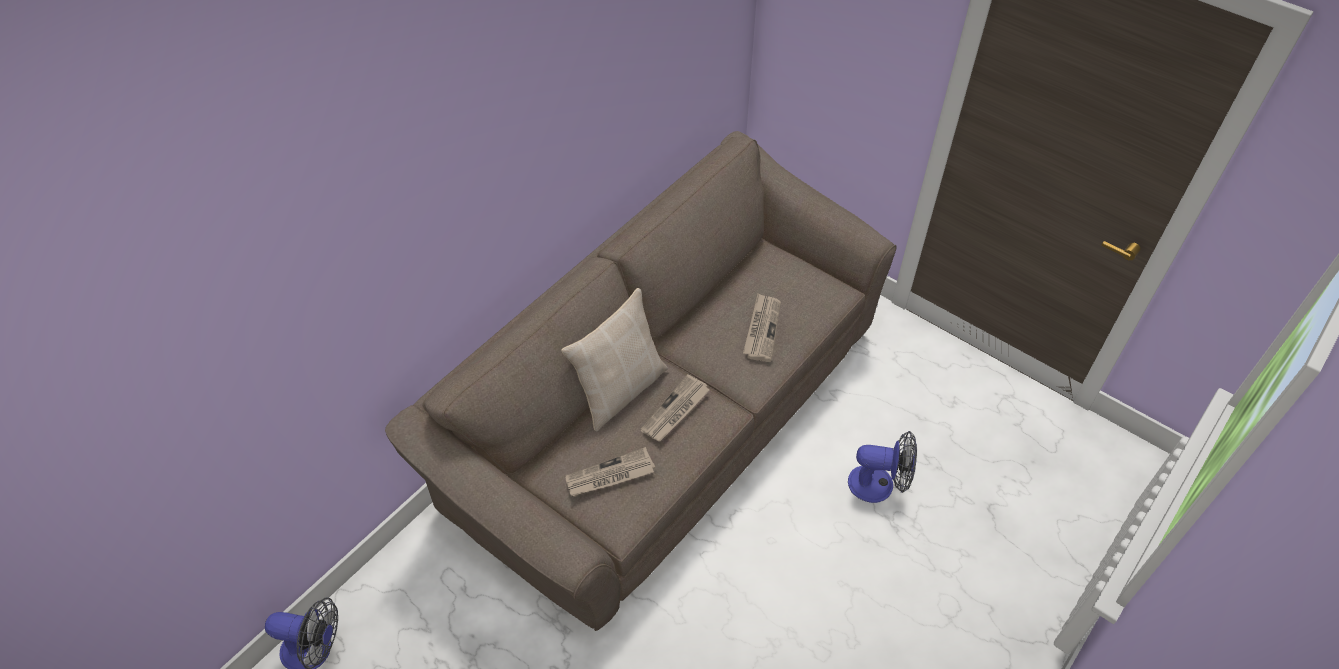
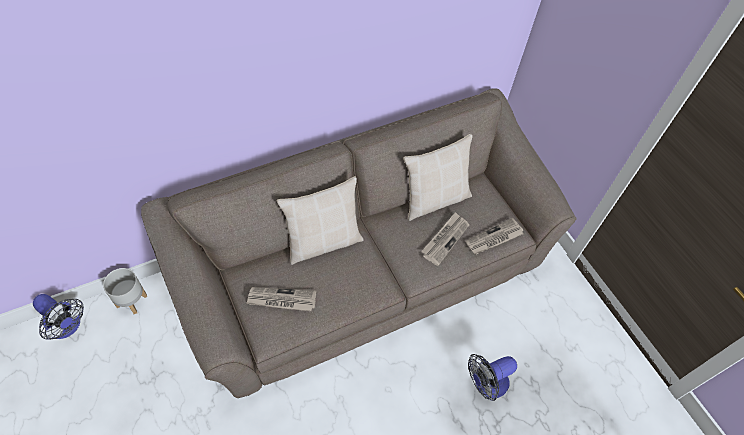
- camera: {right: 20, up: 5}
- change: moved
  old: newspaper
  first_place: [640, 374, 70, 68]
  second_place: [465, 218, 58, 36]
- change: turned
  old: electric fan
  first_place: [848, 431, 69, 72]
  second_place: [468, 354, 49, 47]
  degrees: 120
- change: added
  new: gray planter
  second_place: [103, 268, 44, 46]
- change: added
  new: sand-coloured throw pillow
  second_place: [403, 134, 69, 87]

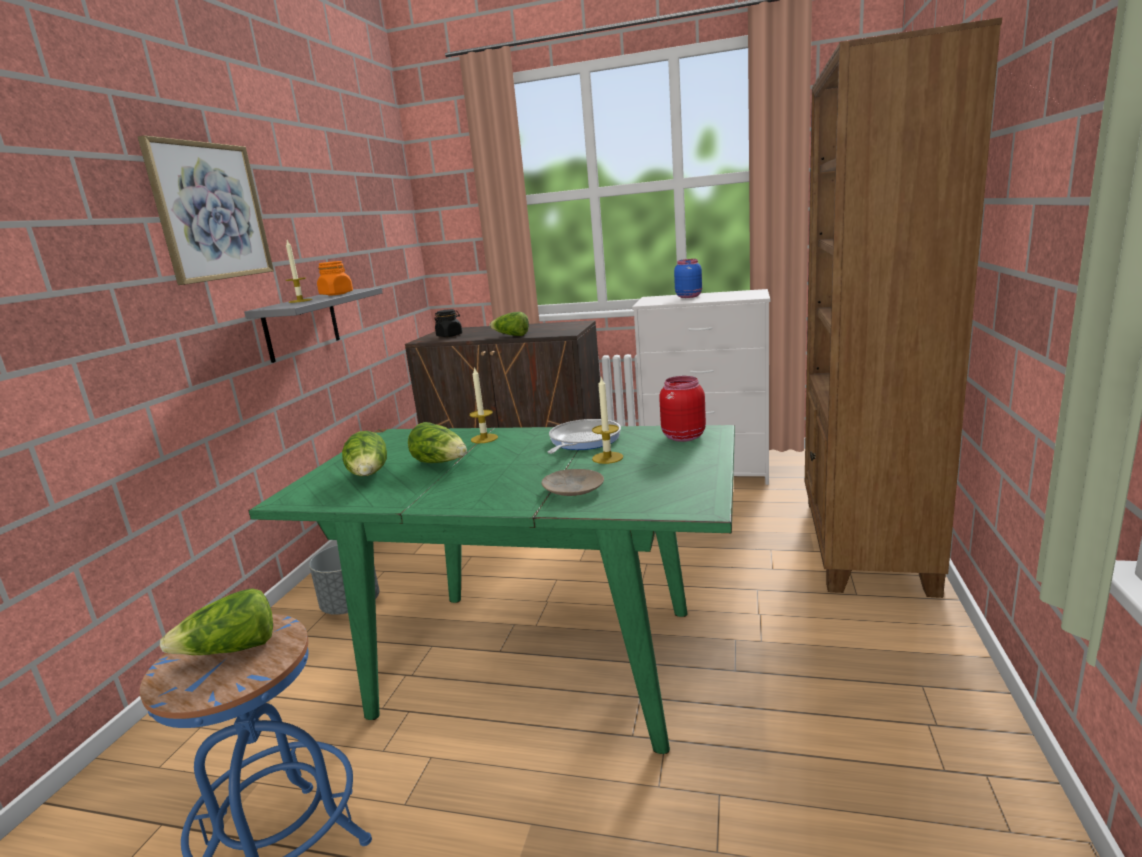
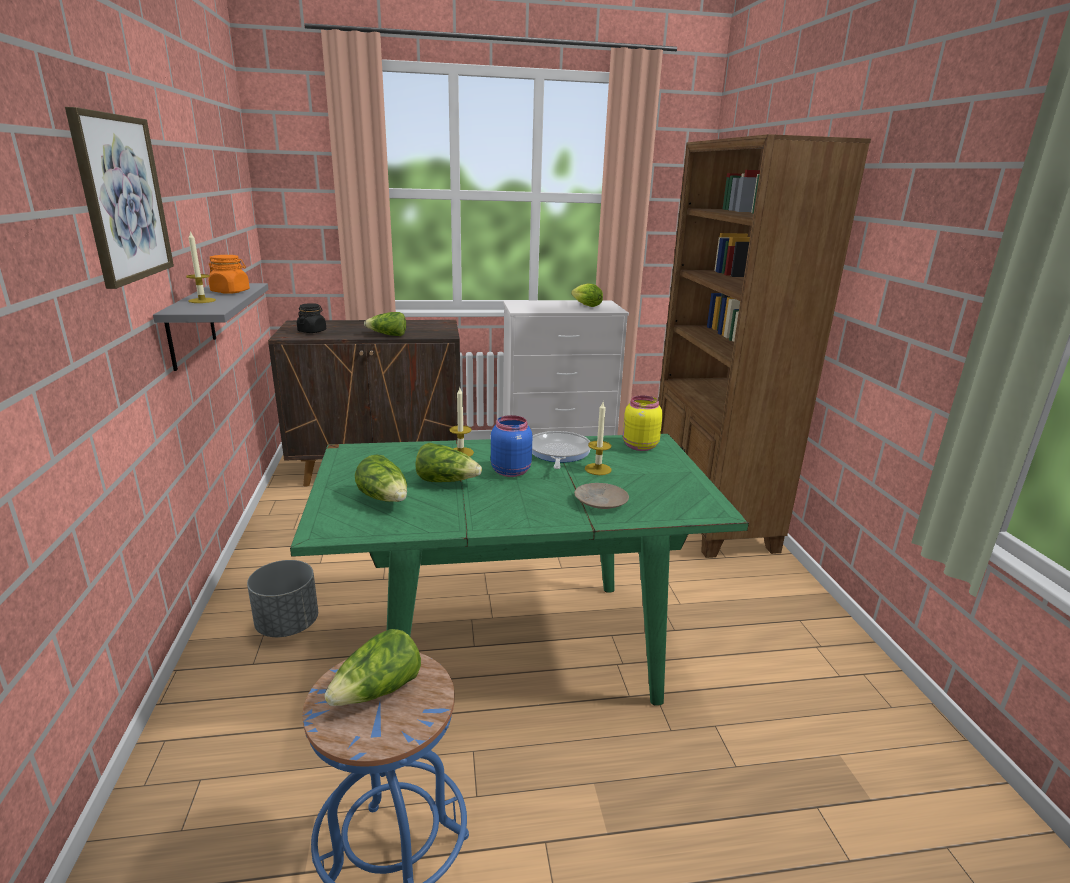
- camera: {right: -25, up: 5}
- change: recoloured
  old: reddish preserve jar
  new: yellowish preserve jar
  first_place: [659, 376, 47, 66]
  second_place: [623, 395, 40, 56]
- change: moved
  old: bluish preserve jar
  first_place: [674, 259, 28, 39]
  second_place: [491, 415, 41, 62]
- change: added
  new: head of lettuce
  second_place: [571, 283, 32, 24]

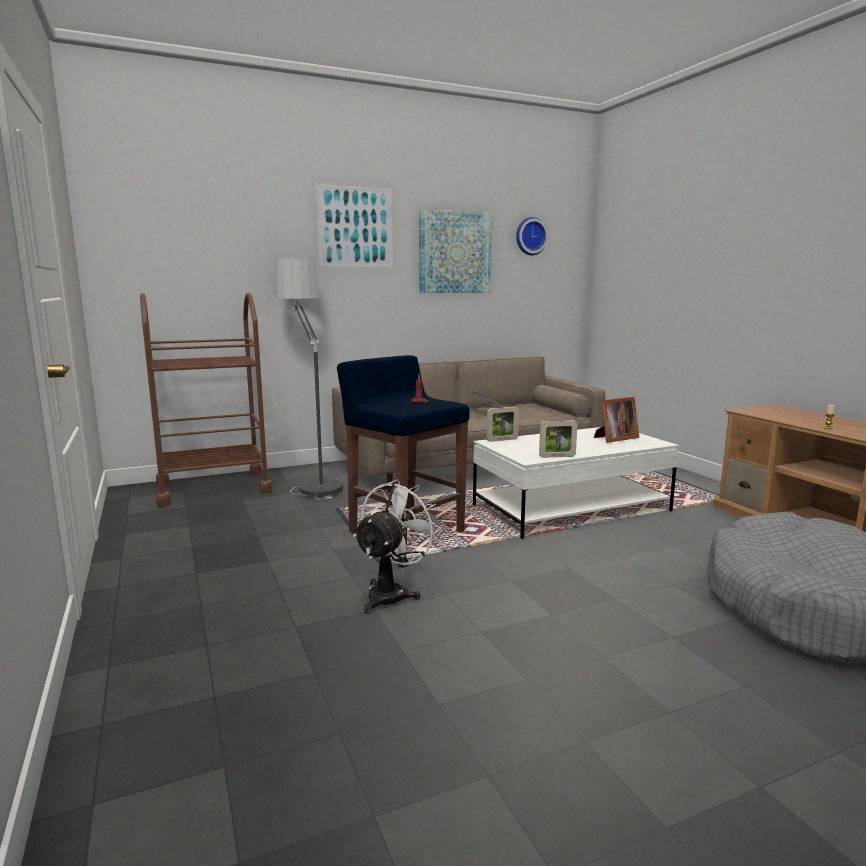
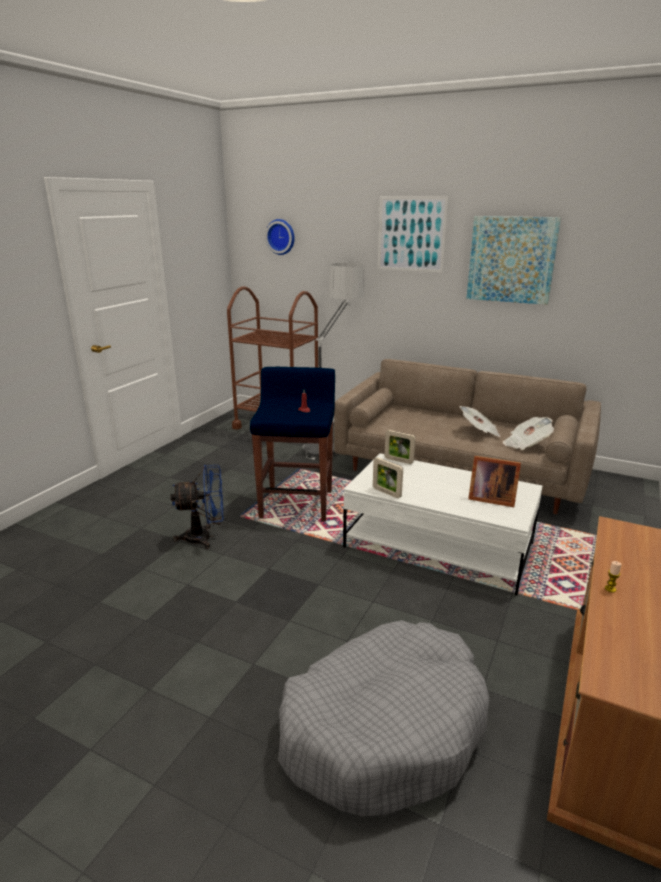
- camera: {right: 50, up: 10}
- change: recoloured
  old: white electric fan
  new: bluish electric fan
  first_place: [353, 480, 88, 134]
  second_place: [170, 465, 54, 84]
- change: moved
  old: clock on the wall
  first_place: [516, 217, 32, 38]
  second_place: [265, 219, 30, 36]
- change: added
  new: newspaper
  second_place: [503, 417, 51, 33]

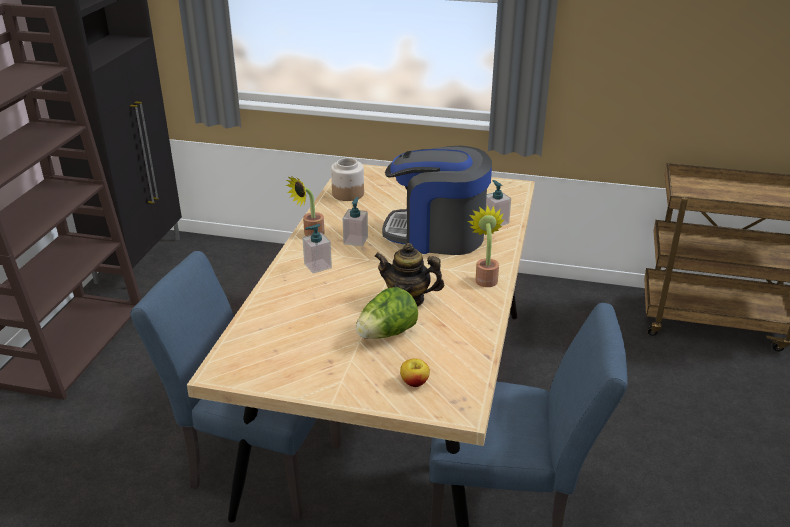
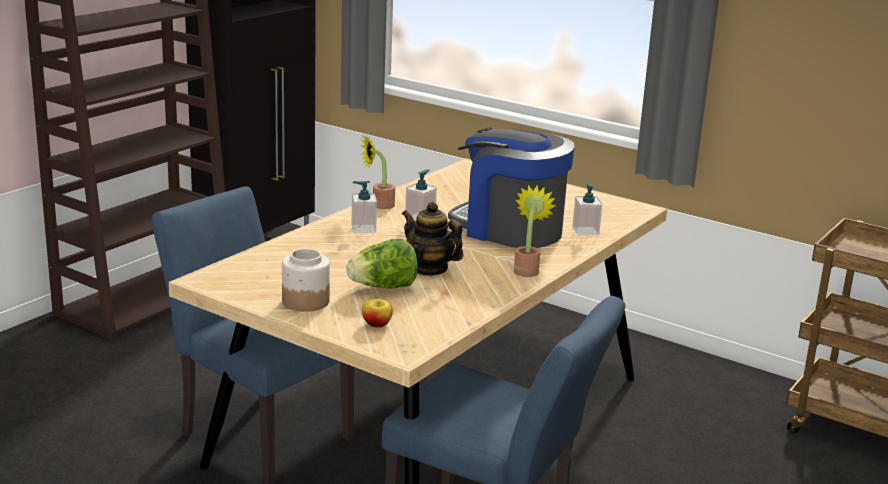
- camera: {right: 20, up: -10}
- change: moved
  old: preserve jar
  first_place: [331, 158, 33, 43]
  second_place: [282, 249, 48, 63]

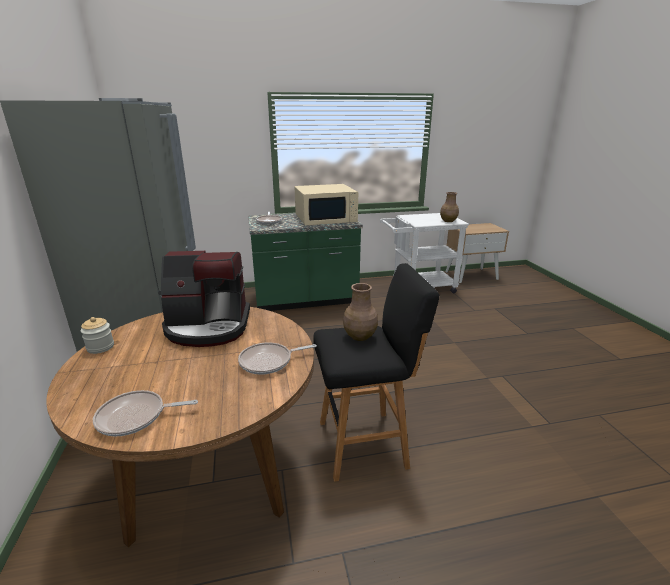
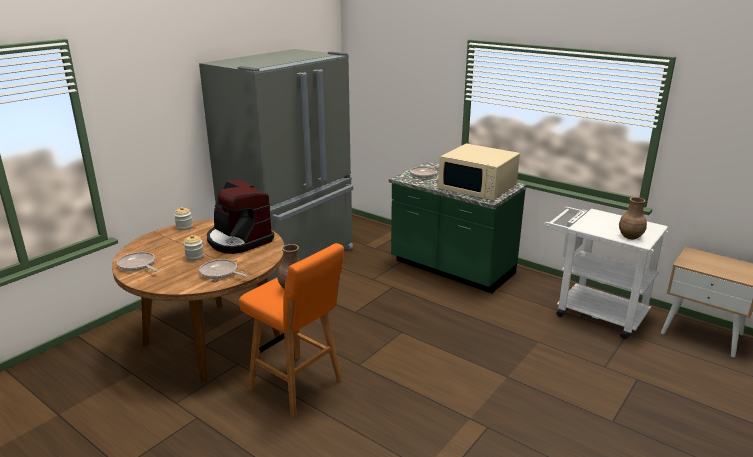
- camera: {right: 50, up: 0}
- change: recoloured
  old: black sitting stool
  new: orange sitting stool
  first_place: [313, 263, 126, 219]
  second_place: [239, 243, 105, 174]
- change: added
  new: preserve jar
  second_place: [184, 235, 20, 26]

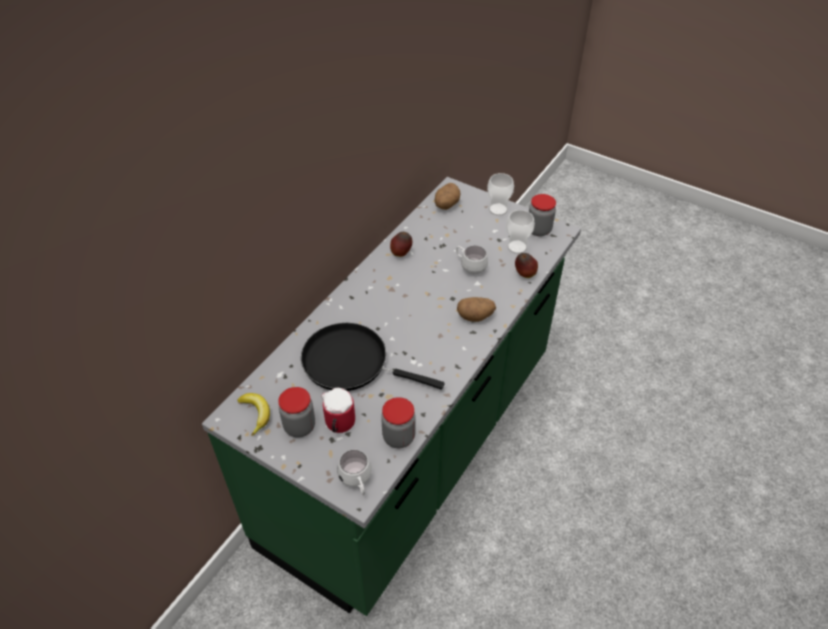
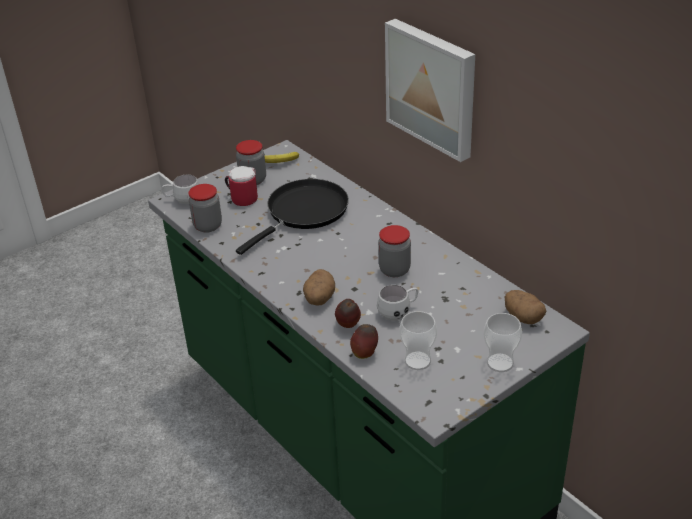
- camera: {right: 110, up: -10}
- change: moved
  old: apple
  first_place: [390, 232, 22, 25]
  second_place: [335, 299, 26, 29]
- change: moved
  old: preserve jar
  first_place: [529, 194, 27, 42]
  second_place: [378, 225, 33, 52]
- change: added
  new: picture
  second_place: [385, 19, 90, 143]

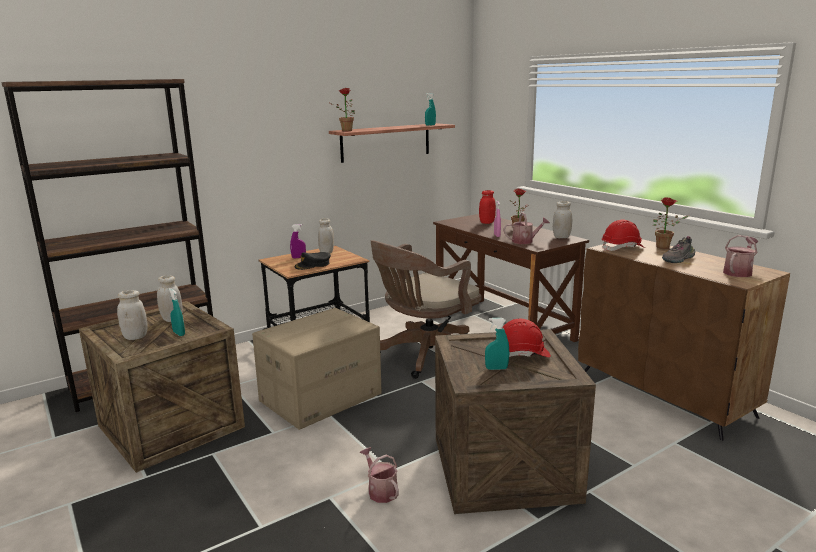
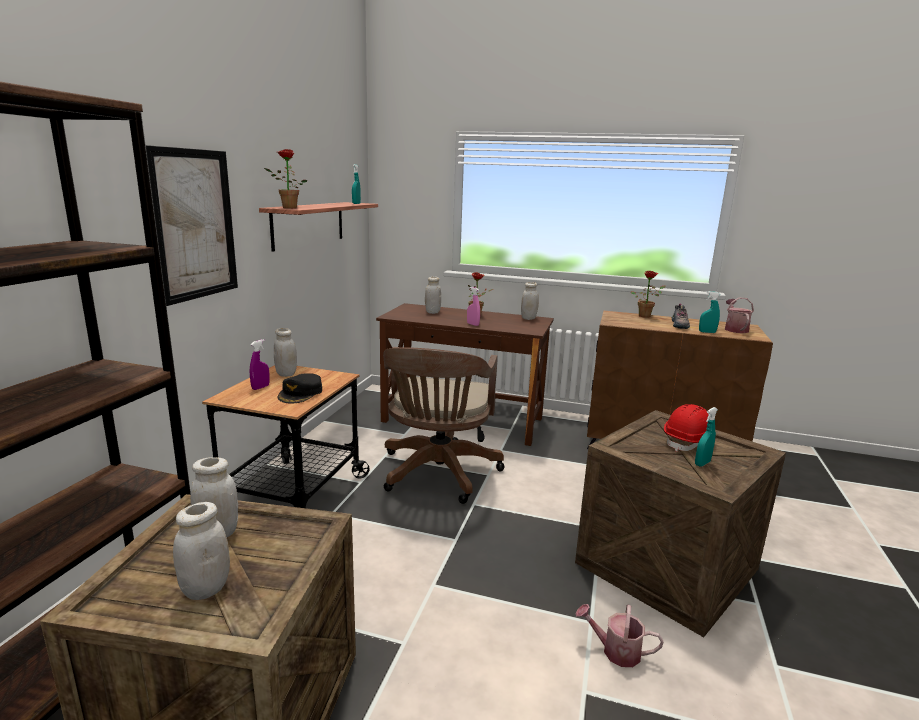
- camera: {right: -40, up: 0}
- change: moved
  old: turquoise-coloured sprayer
  first_place: [169, 288, 16, 48]
  second_place: [699, 291, 21, 42]
- change: removed
  old: carton
  first_place: [252, 308, 130, 122]
- change: recoloured
  old: reddish preserve jar
  new: white preserve jar
  first_place: [479, 190, 17, 34]
  second_place: [425, 277, 16, 37]
- change: removed
  old: sprinkling can
  first_place: [503, 212, 47, 32]
- change: removed
  old: reddish safety helmet
  first_place: [602, 220, 43, 31]
- change: added
  new: picture
  second_place: [146, 145, 92, 161]

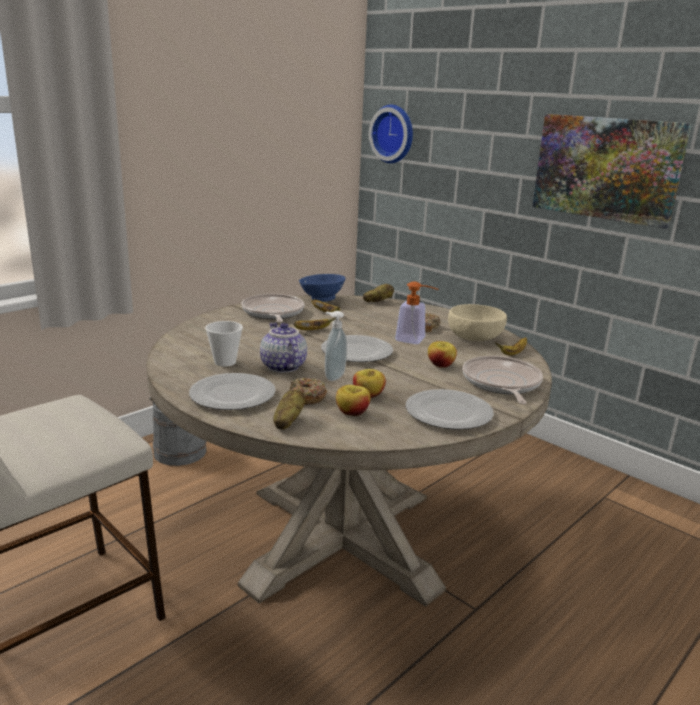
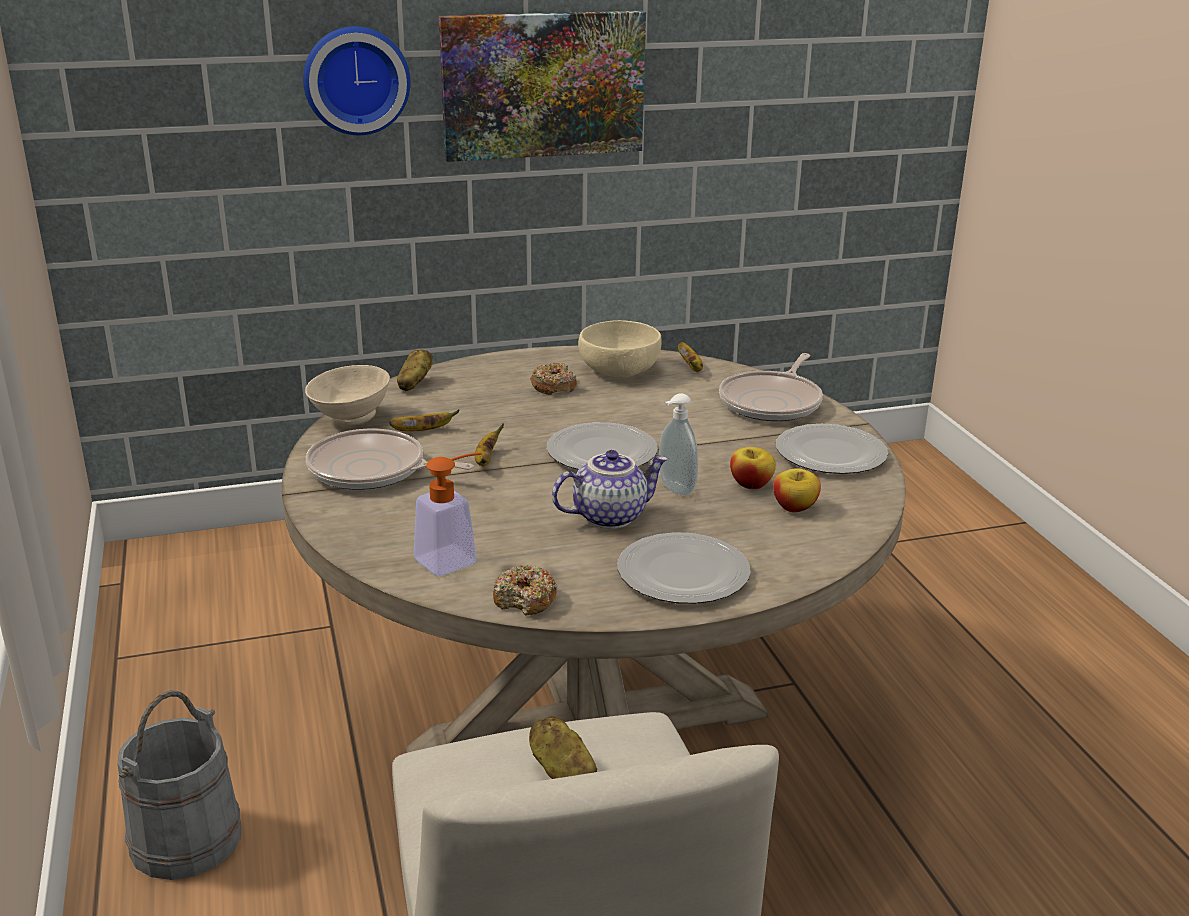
- camera: {right: -60, up: 5}
- change: removed
  old: small cup
  first_place: [205, 321, 38, 46]
- change: turned
  old: tea pot
  first_place: [260, 323, 47, 50]
  second_place: [552, 450, 116, 79]
  degrees: 150
- change: moved
  old: spud
  first_place: [273, 390, 33, 40]
  second_place: [529, 716, 68, 63]
- change: moved
  old: donut
  first_place: [290, 378, 37, 27]
  second_place: [493, 565, 64, 51]
- change: recoloured
  old: bluish serving bowl
  new: sand-coloured serving bowl
  first_place: [299, 274, 47, 28]
  second_place: [305, 365, 85, 61]
- change: moved
  old: clock on the wall
  first_place: [369, 105, 44, 58]
  second_place: [303, 26, 107, 109]
- change: moved
  old: soap bottle
  first_place: [395, 281, 44, 63]
  second_place: [414, 452, 68, 124]
- change: removed
  old: apple
  first_place: [428, 341, 29, 27]
- change: turned
  old: skillet
  first_place: [463, 356, 80, 48]
  second_place: [719, 353, 104, 68]
  degrees: -90

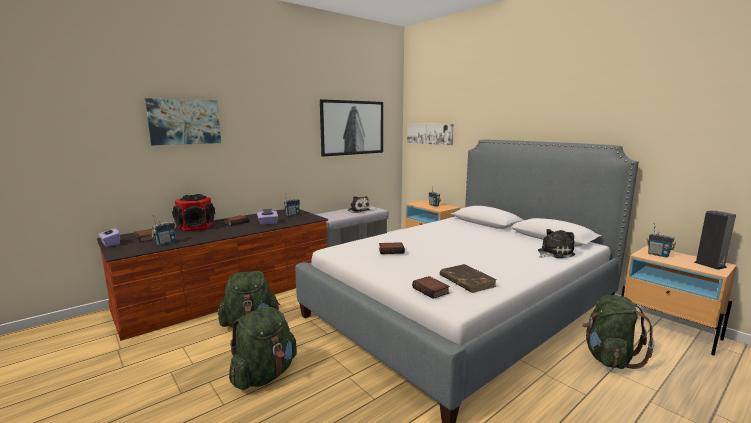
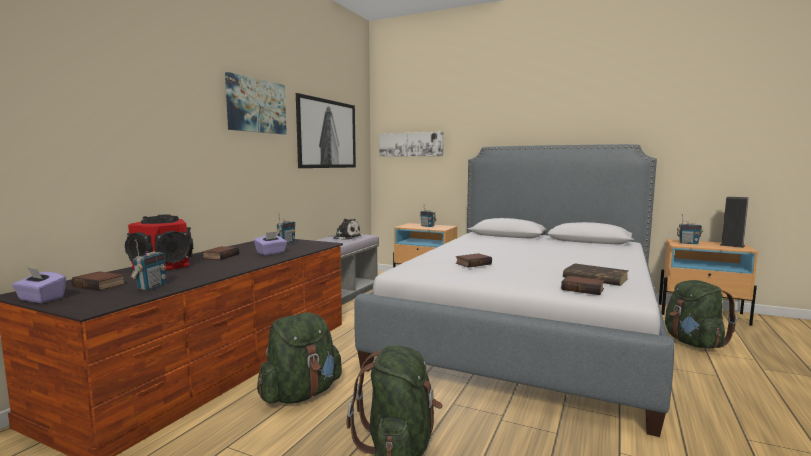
- camera: {right: -25, up: -5}
- change: moved
  old: picture
  first_place: [145, 98, 76, 47]
  second_place: [225, 72, 62, 62]
- change: removed
  old: soft toy
  first_place: [538, 229, 37, 29]

